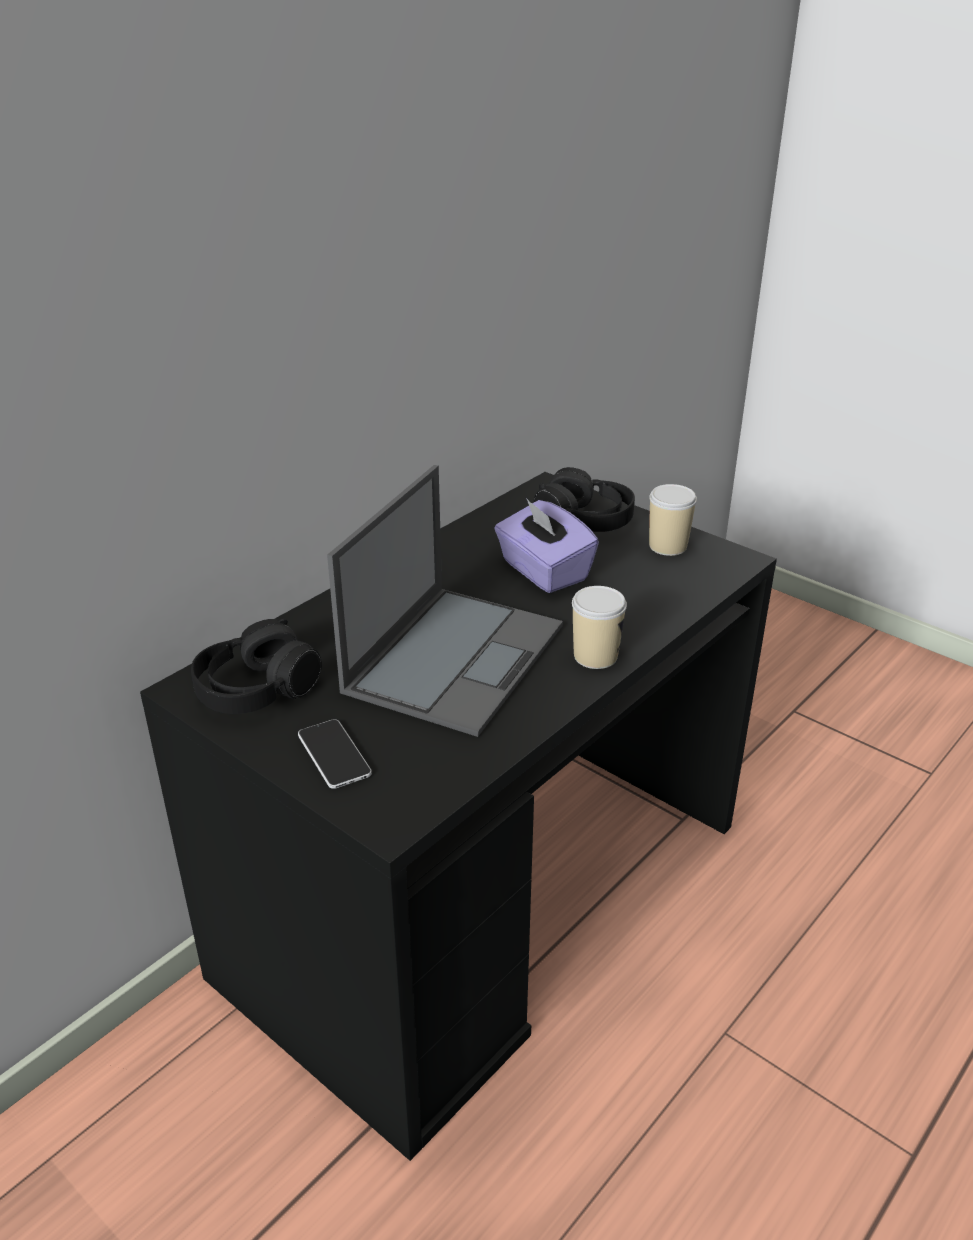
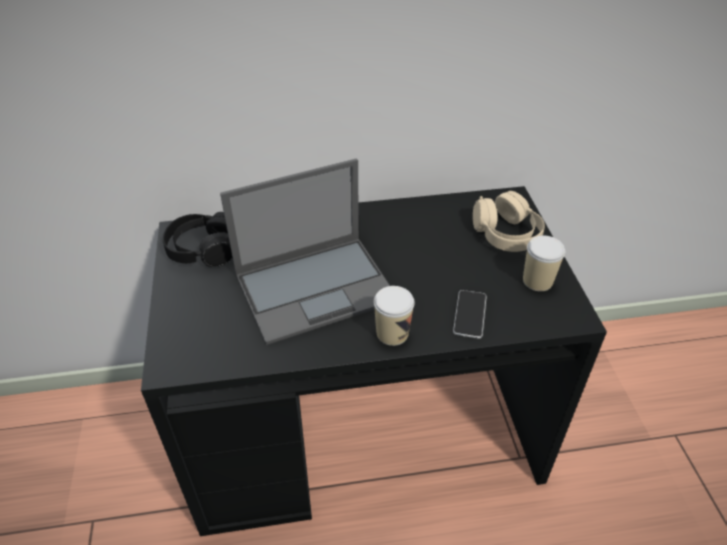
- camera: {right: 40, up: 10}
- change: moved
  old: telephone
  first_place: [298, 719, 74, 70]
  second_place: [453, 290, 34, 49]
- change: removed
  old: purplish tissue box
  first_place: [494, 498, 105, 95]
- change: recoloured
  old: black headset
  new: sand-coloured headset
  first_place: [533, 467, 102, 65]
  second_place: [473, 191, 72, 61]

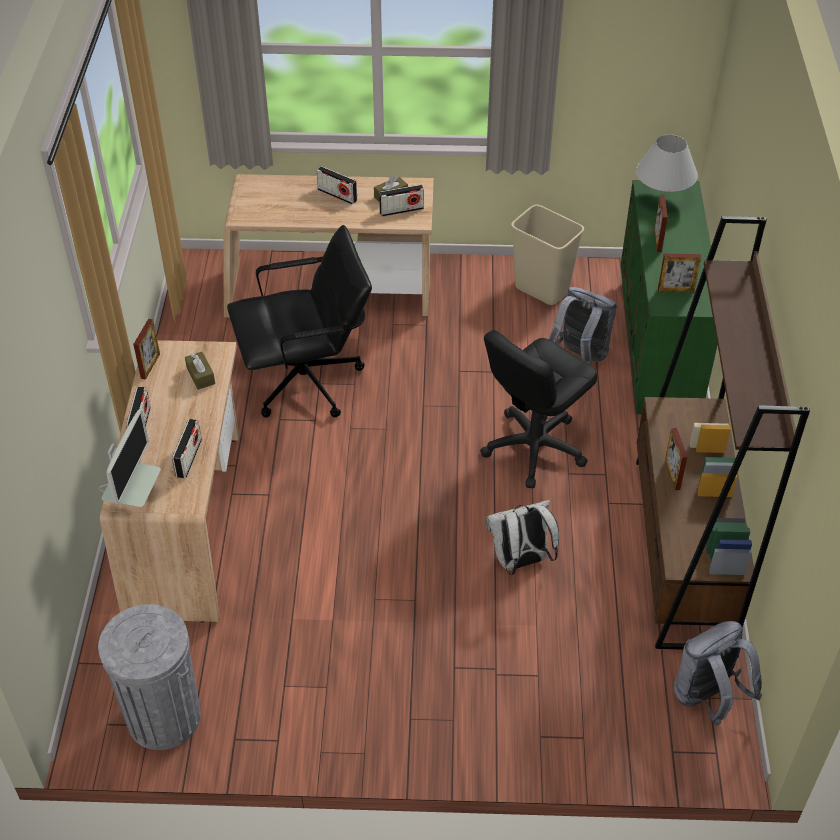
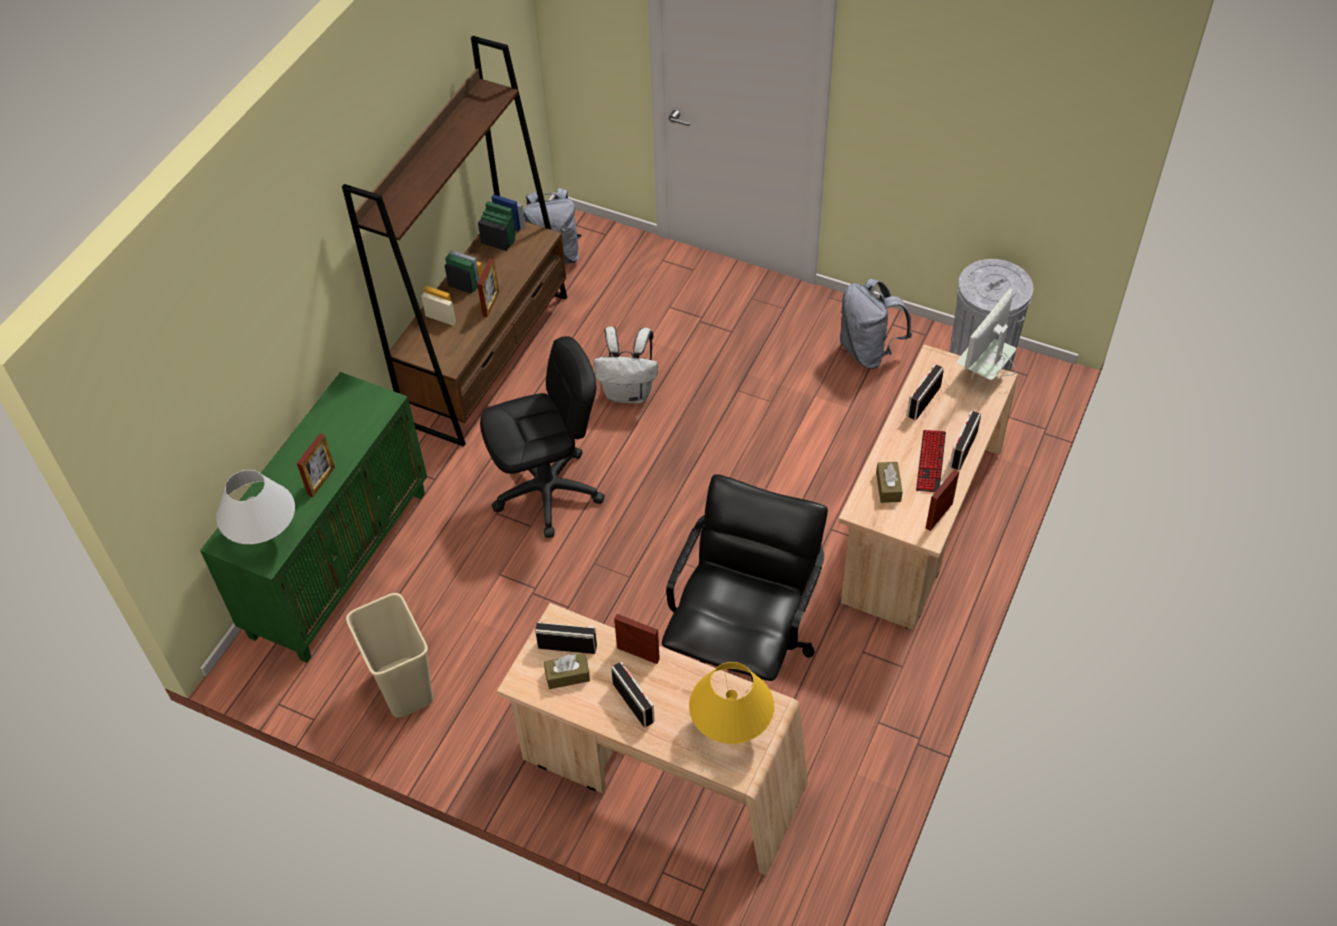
- camera: {right: -155, up: 5}
- change: turned
  old: black computer chair
  first_place: [227, 225, 145, 193]
  second_place: [662, 474, 166, 207]
  degrees: 105
- change: moved
  old: gray rucksack
  first_place: [549, 287, 68, 78]
  second_place: [840, 279, 72, 90]
- change: moved
  old: standing frame
  first_place: [658, 254, 43, 38]
  second_place: [614, 614, 46, 50]
- change: added
  new: yellowish lamp for a table
  second_place: [689, 662, 85, 82]
- change: added
  new: computer keyboard
  second_place: [916, 430, 30, 62]

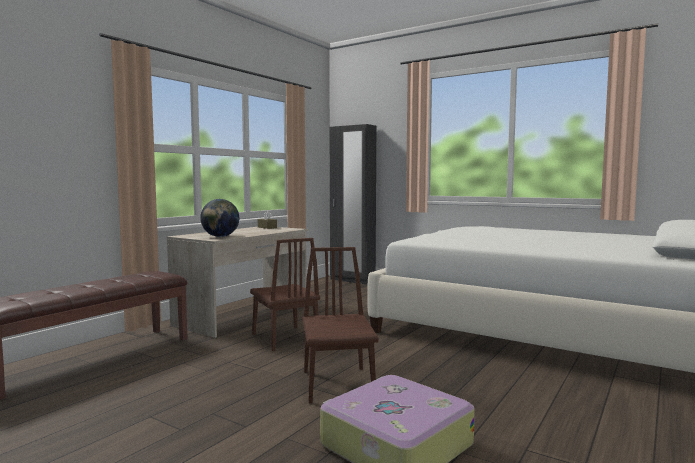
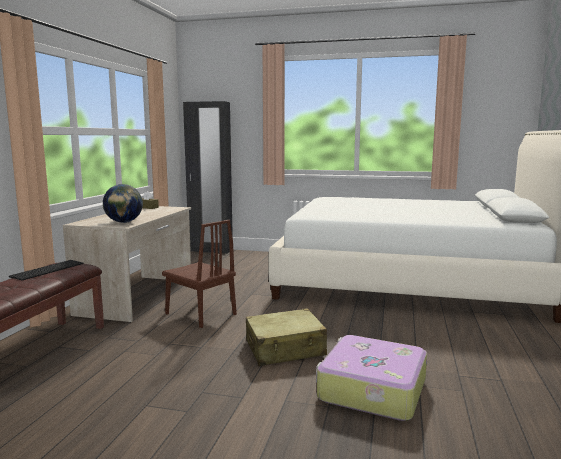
- camera: {right: -20, up: 5}
- change: replaced
  old: brown-coloured upright chair
  new: sand-coloured piece of luggage
  first_place: [303, 247, 75, 156]
  second_place: [246, 308, 81, 58]
- change: added
  new: computer keyboard
  second_place: [9, 260, 75, 20]

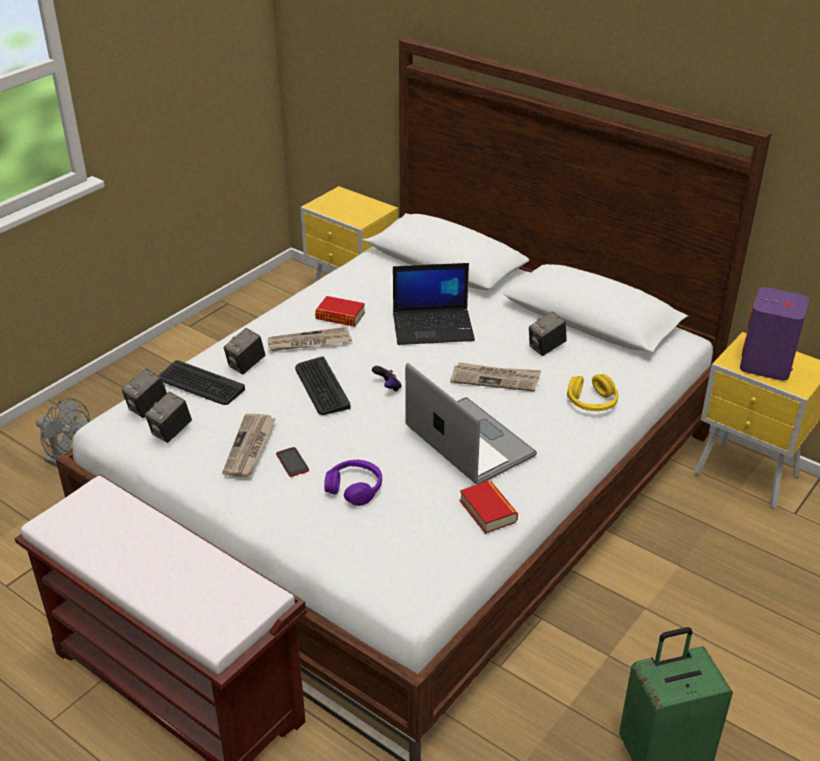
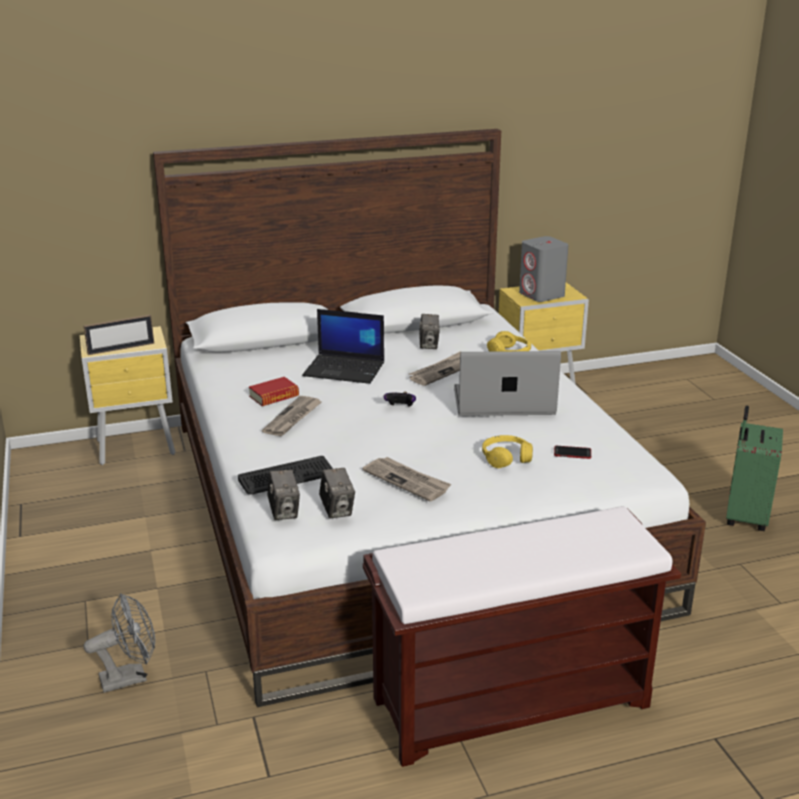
- camera: {right: -55, up: -10}
- change: removed
  old: photo camera
  first_place: [224, 328, 41, 46]
- change: moved
  old: telephone
  first_place: [276, 447, 33, 30]
  second_place: [554, 446, 37, 13]
- change: removed
  old: computer keyboard
  first_place: [295, 356, 56, 59]
- change: recoloured
  old: purplish headset
  new: yellowish headset
  first_place: [324, 460, 58, 46]
  second_place: [482, 435, 51, 33]
- change: turned
  old: laptop
  first_place: [393, 263, 82, 82]
  second_place: [302, 309, 82, 75]
  degrees: 75
- change: removed
  old: bound book
  first_place: [460, 480, 58, 54]
- change: recoloured
  old: purplish audio speaker
  new: gray audio speaker
  first_place: [740, 287, 69, 94]
  second_place: [519, 236, 50, 66]
- change: added
  new: standing frame
  second_place: [84, 315, 70, 40]

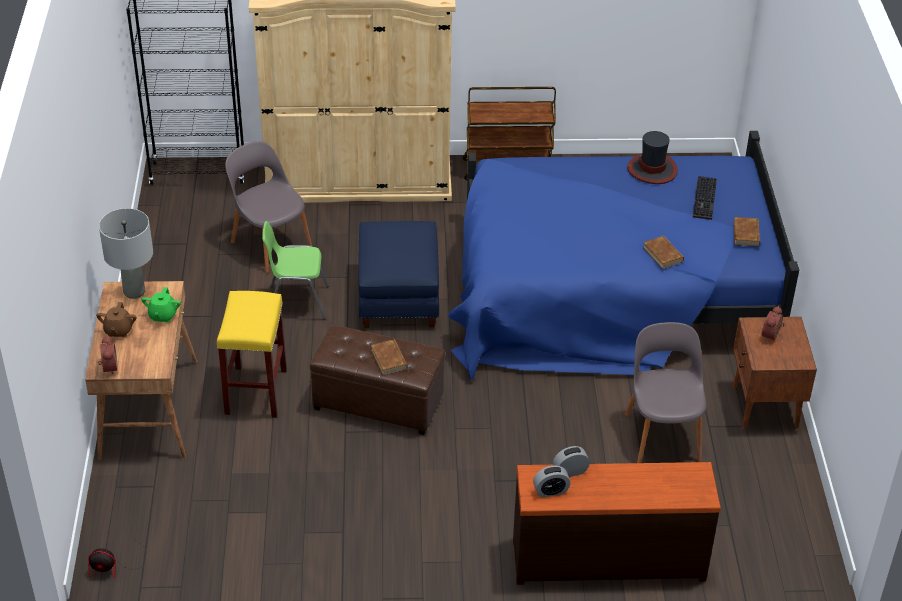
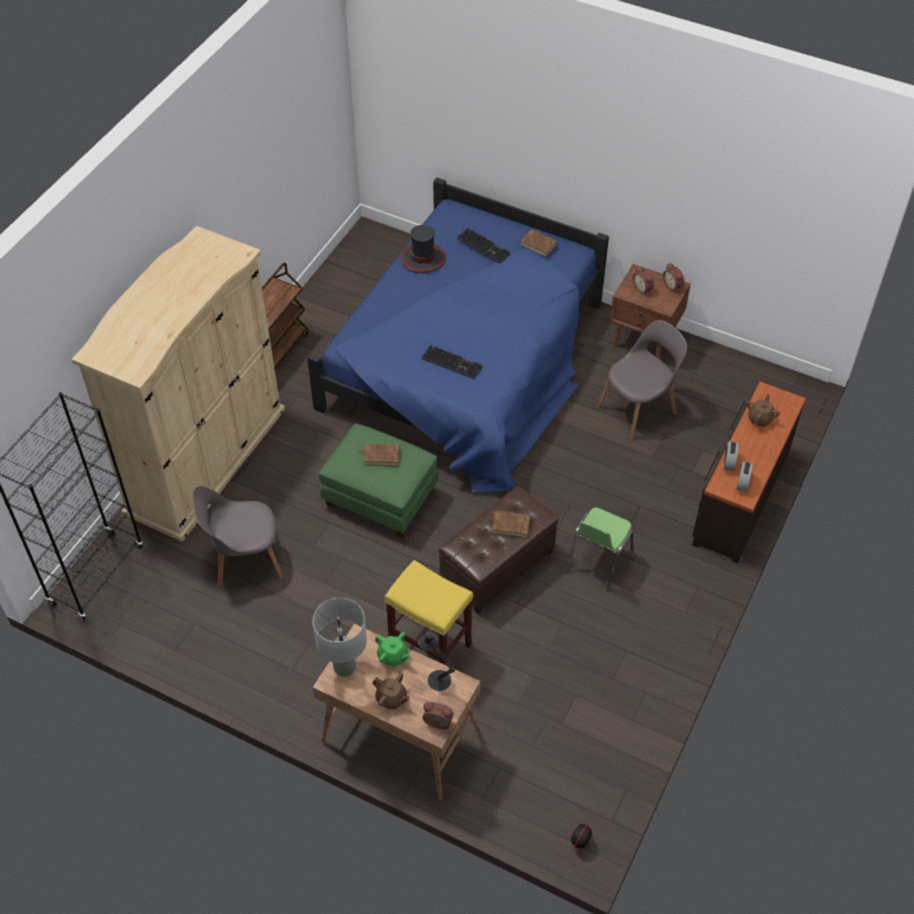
- camera: {right: -60, up: 10}
- change: moved
  old: green upright chair
  first_place: [262, 221, 66, 99]
  second_place: [566, 507, 67, 84]
- change: recoloured
  old: bluish pouffe
  new: green pouffe
  first_place: [358, 221, 81, 107]
  second_place: [319, 423, 119, 115]
- change: turned
  old: gray upright chair
  first_place: [625, 322, 81, 141]
  second_place: [598, 320, 89, 119]
  degrees: 120
- change: moved
  old: brown-coloured bound book
  first_place: [643, 236, 41, 33]
  second_place: [360, 444, 40, 22]
- change: added
  new: black lamp for a table
  second_place: [418, 633, 37, 58]
- change: added
  new: computer keyboard
  second_place: [422, 345, 60, 34]
- change: added
  new: bedside clock
  second_place: [663, 263, 21, 29]
- change: added
  new: brown-coloured tea pot
  second_place: [746, 394, 34, 33]

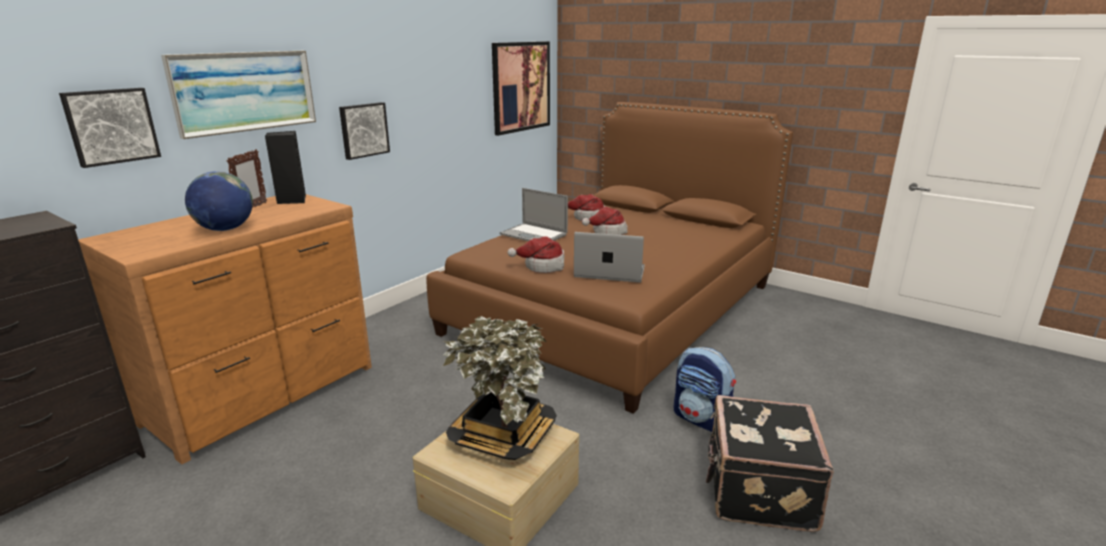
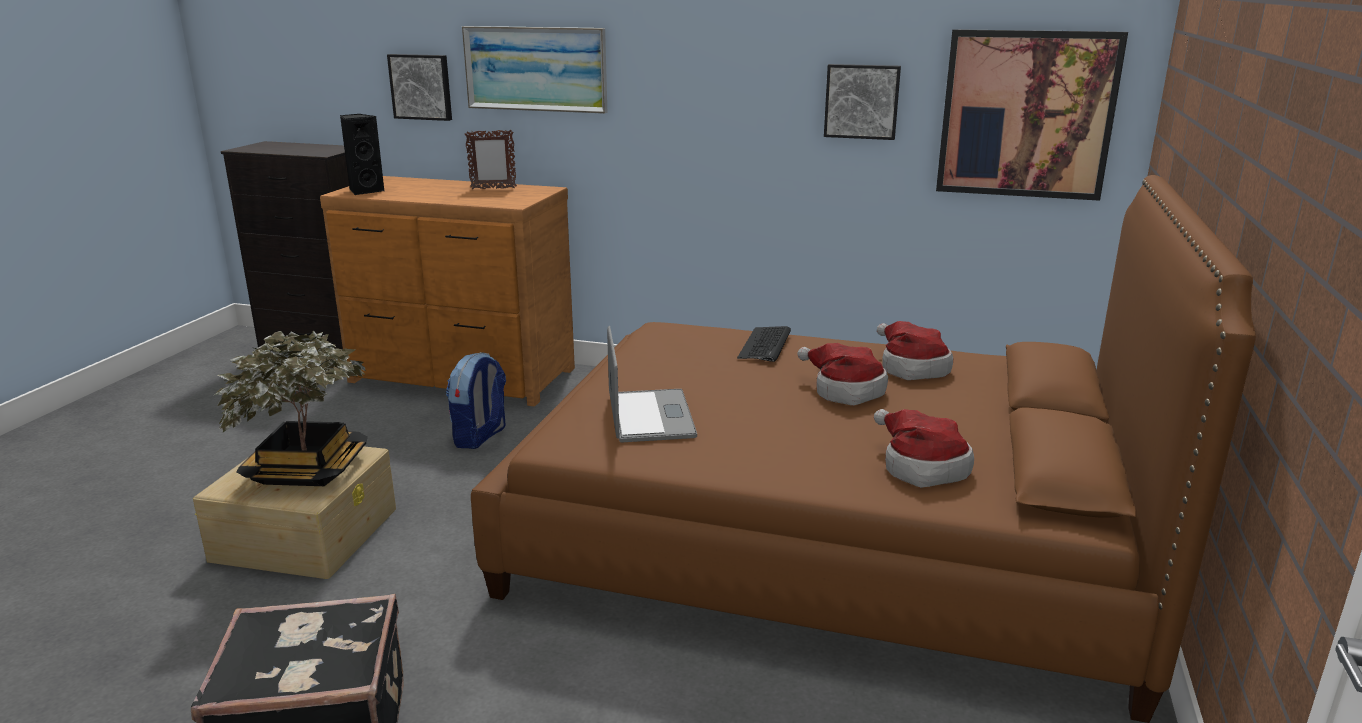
- camera: {right: 70, up: 0}
- change: removed
  old: desk globe
  first_place: [185, 171, 68, 60]
- change: moved
  old: black audio speaker
  first_place: [265, 131, 41, 73]
  second_place: [340, 114, 44, 81]
- change: moved
  old: picture
  first_place: [339, 102, 51, 58]
  second_place: [824, 64, 77, 76]
- change: replaced
  old: laptop
  new: computer keyboard
  first_place: [500, 188, 68, 53]
  second_place: [737, 326, 54, 36]
- change: moved
  old: clothing hat
  first_place: [508, 236, 56, 37]
  second_place: [874, 409, 100, 79]
- change: moved
  old: rucksack
  first_place: [674, 347, 62, 85]
  second_place: [446, 352, 60, 97]

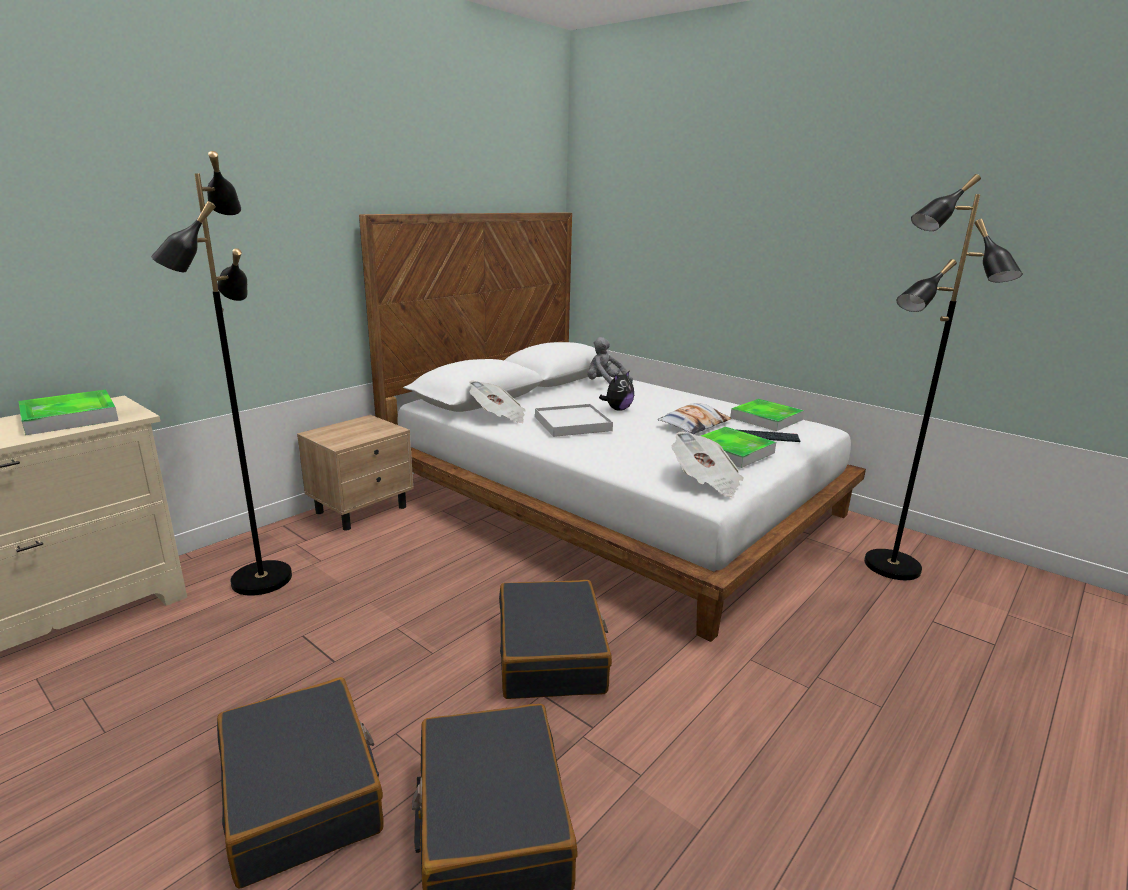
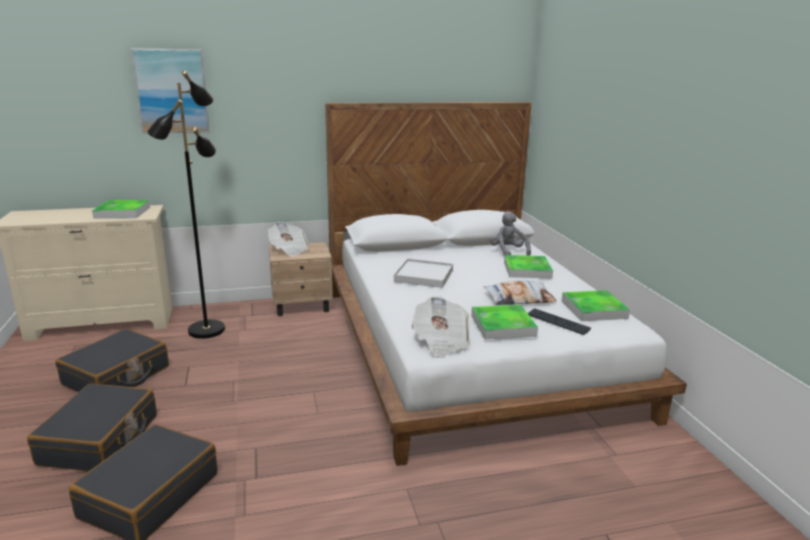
- camera: {right: 35, up: 0}
- change: moved
  old: newspaper
  first_place: [469, 381, 56, 42]
  second_place: [268, 222, 41, 35]
- change: moved
  old: black piece of luggage
  first_place: [499, 580, 113, 119]
  second_place: [55, 329, 114, 63]
- change: removed
  old: soft toy
  first_place: [599, 370, 35, 41]
- change: removed
  old: black floor lamp
  first_place: [864, 174, 159, 406]
- change: added
  new: picture
  second_place: [131, 48, 79, 86]
- change: added
  new: tray
  second_place: [504, 255, 49, 23]

